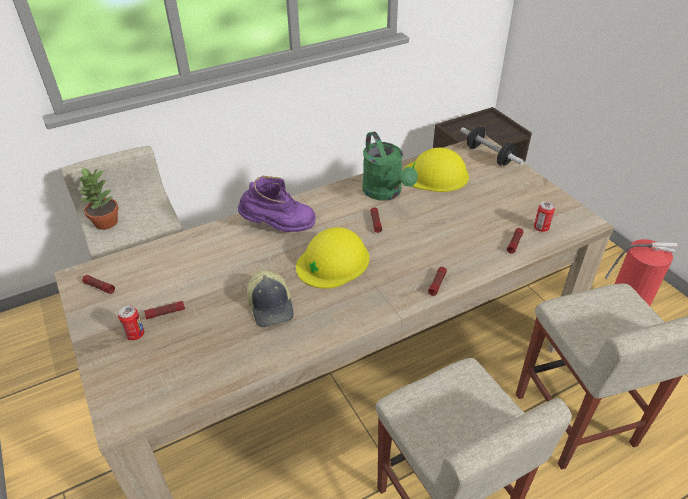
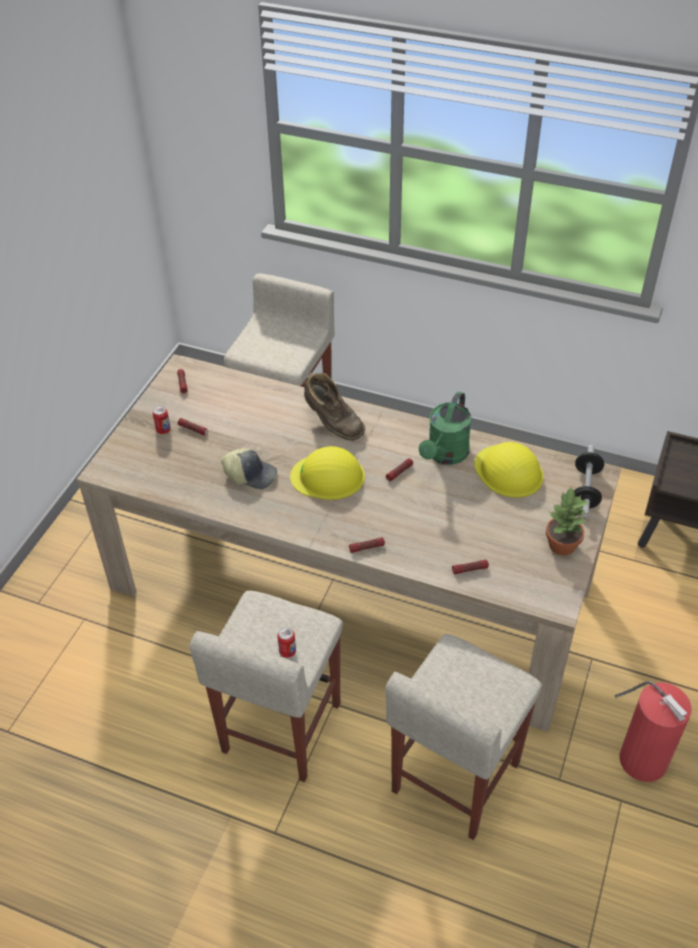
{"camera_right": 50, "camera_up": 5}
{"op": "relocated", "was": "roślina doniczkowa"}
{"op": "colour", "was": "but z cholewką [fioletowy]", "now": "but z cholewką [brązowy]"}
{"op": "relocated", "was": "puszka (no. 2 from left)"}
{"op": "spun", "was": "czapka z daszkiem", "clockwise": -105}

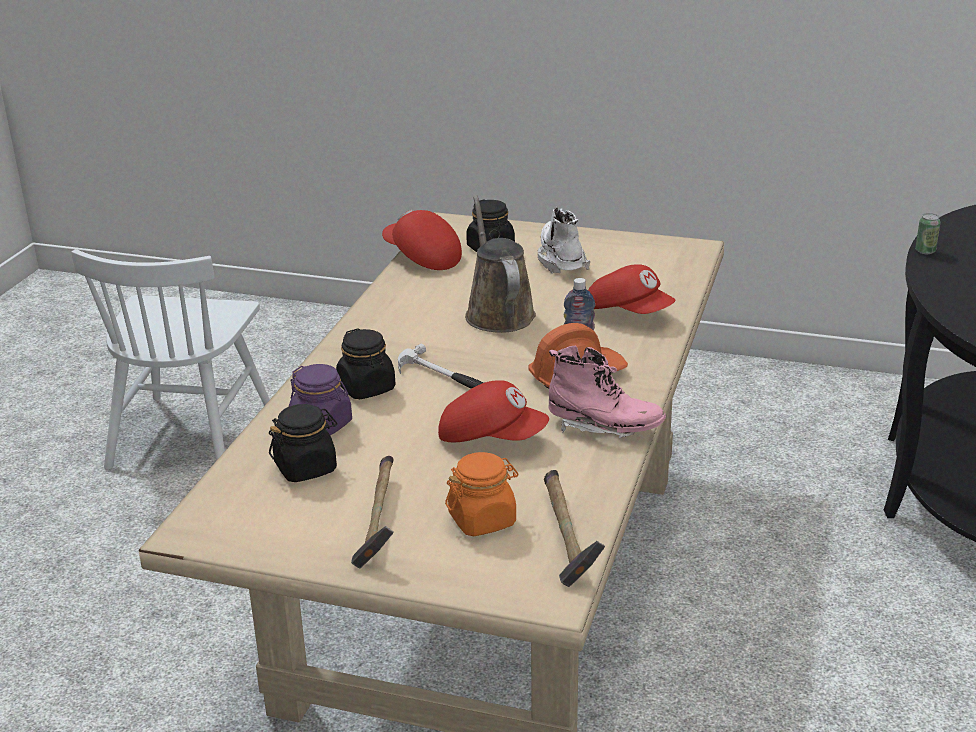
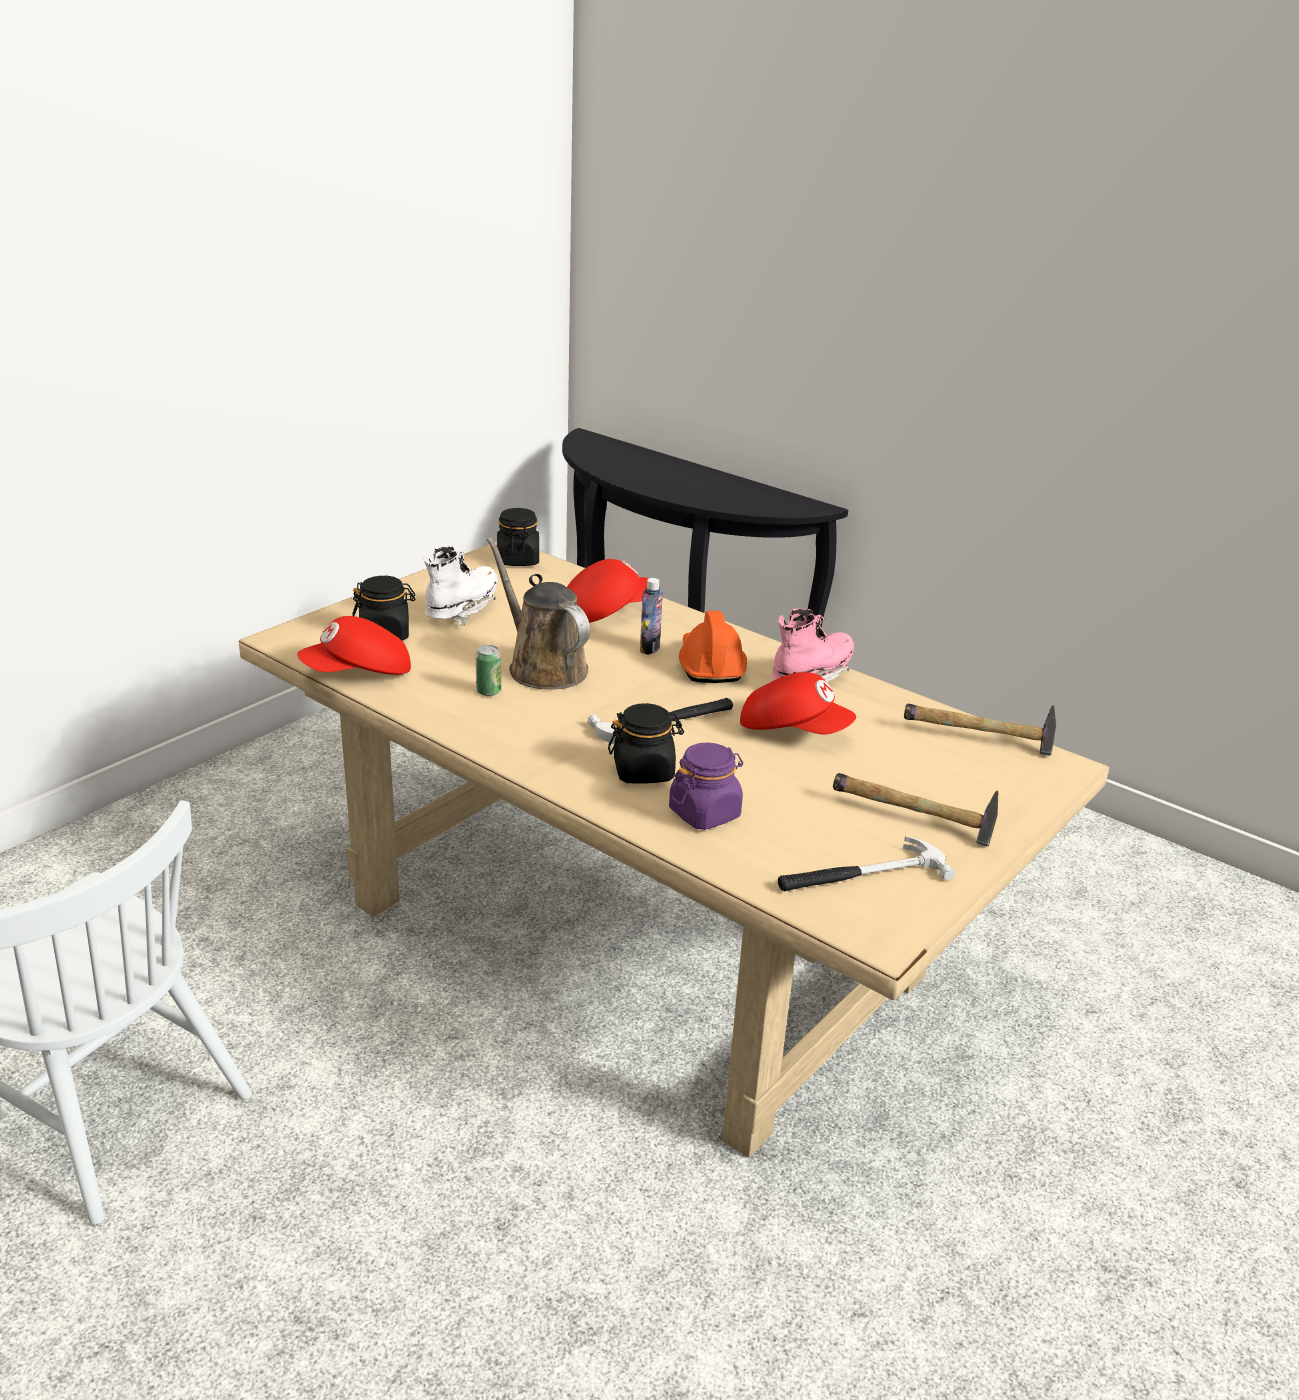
{"camera_right": -70, "camera_up": 0}
{"op": "spun", "was": "konewka [brązowy]", "clockwise": 45}
{"op": "spun", "was": "but z cholewką [biały]", "clockwise": 105}
{"op": "relocated", "was": "puszka"}
{"op": "spun", "was": "czapka z daszkiem [czerwony] (no. 2 from left in the first image)", "clockwise": 75}
{"op": "relocated", "was": "słoik [czarny] (no. 1 from left in the first image)", "now": "słoik [czarny] (no. 2 from left)"}
{"op": "missing", "was": "słoik [pomarańczowy]"}
{"op": "appeared", "now": "młotek (no. 2 from left)"}

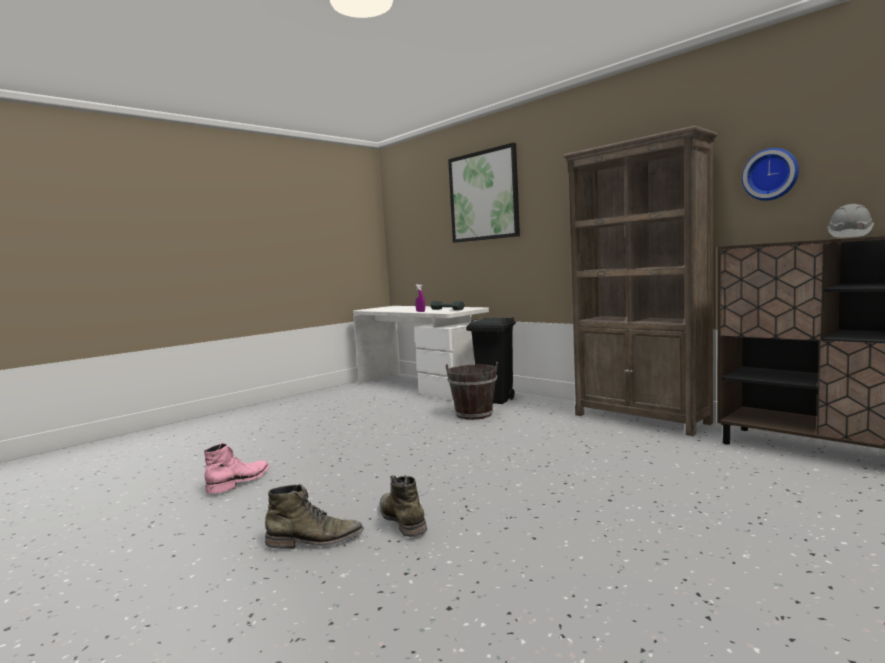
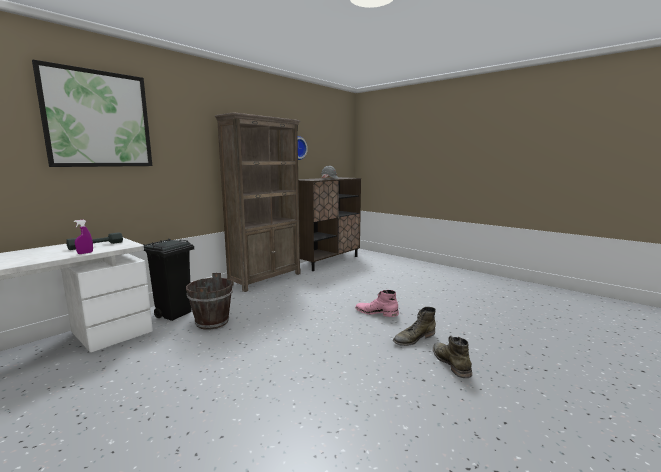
{"camera_right": -95, "camera_up": 5}
{"op": "relocated", "was": "but z cholewką [różowy]"}

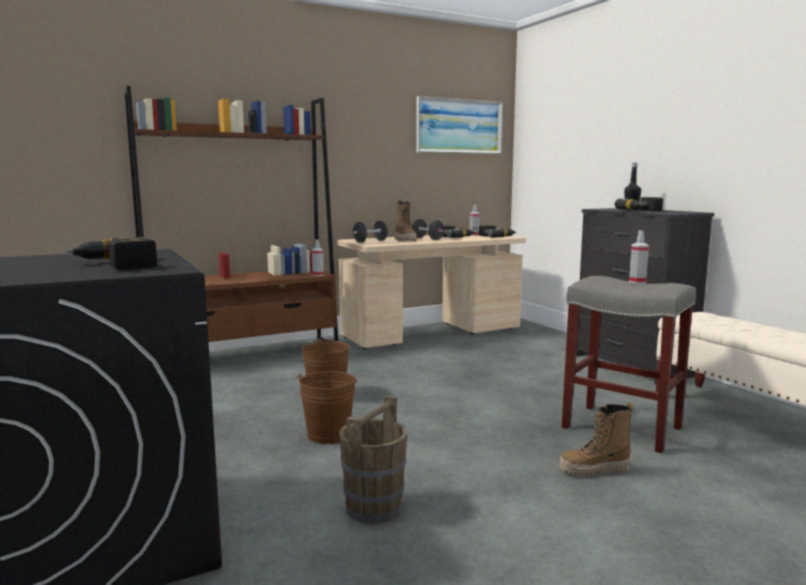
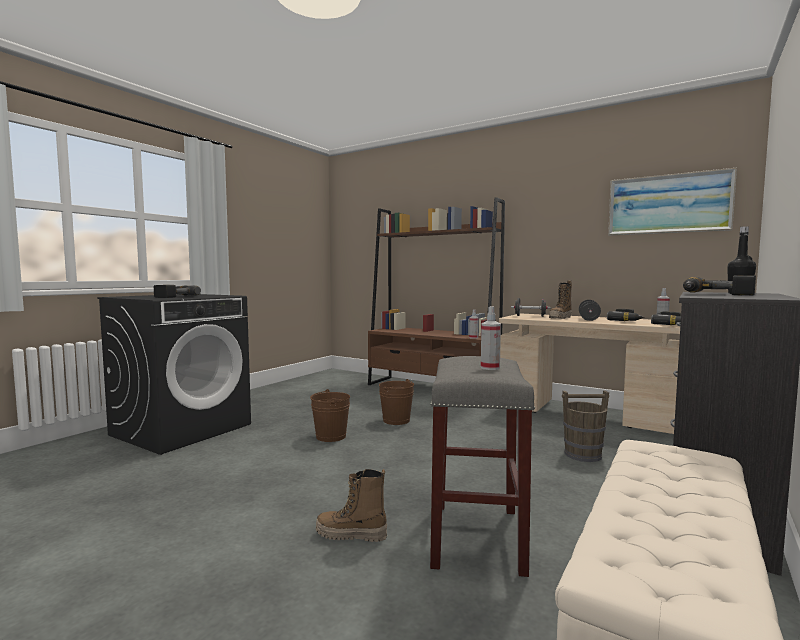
{"camera_right": 60, "camera_up": -5}
{"op": "relocated", "was": "wiadro [brązowy] (no. 3 from left)"}
{"op": "spun", "was": "but z cholewką (no. 2 from left in the first image)", "clockwise": -45}

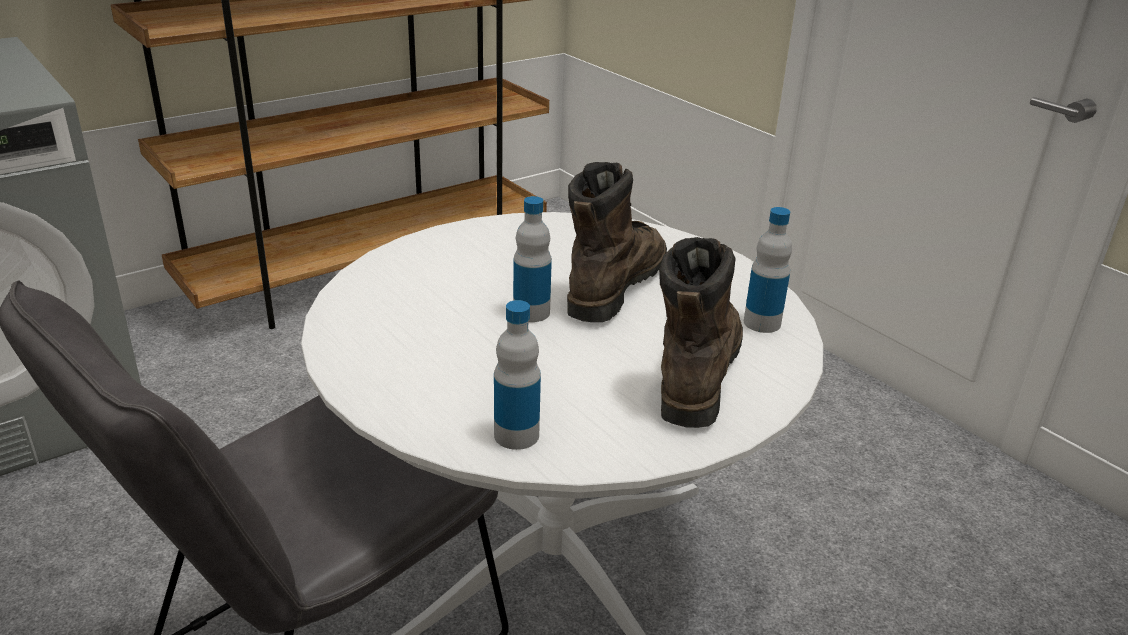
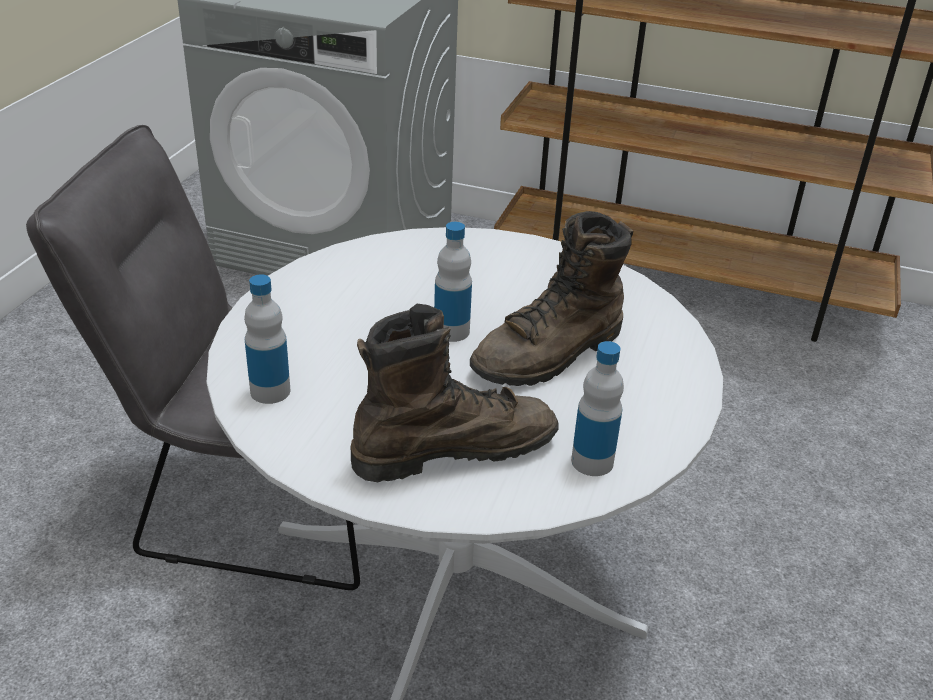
{"camera_right": 55, "camera_up": 5}
{"op": "spun", "was": "but z cholewką [brązowy] (no. 1 from left in the first image)", "clockwise": 150}

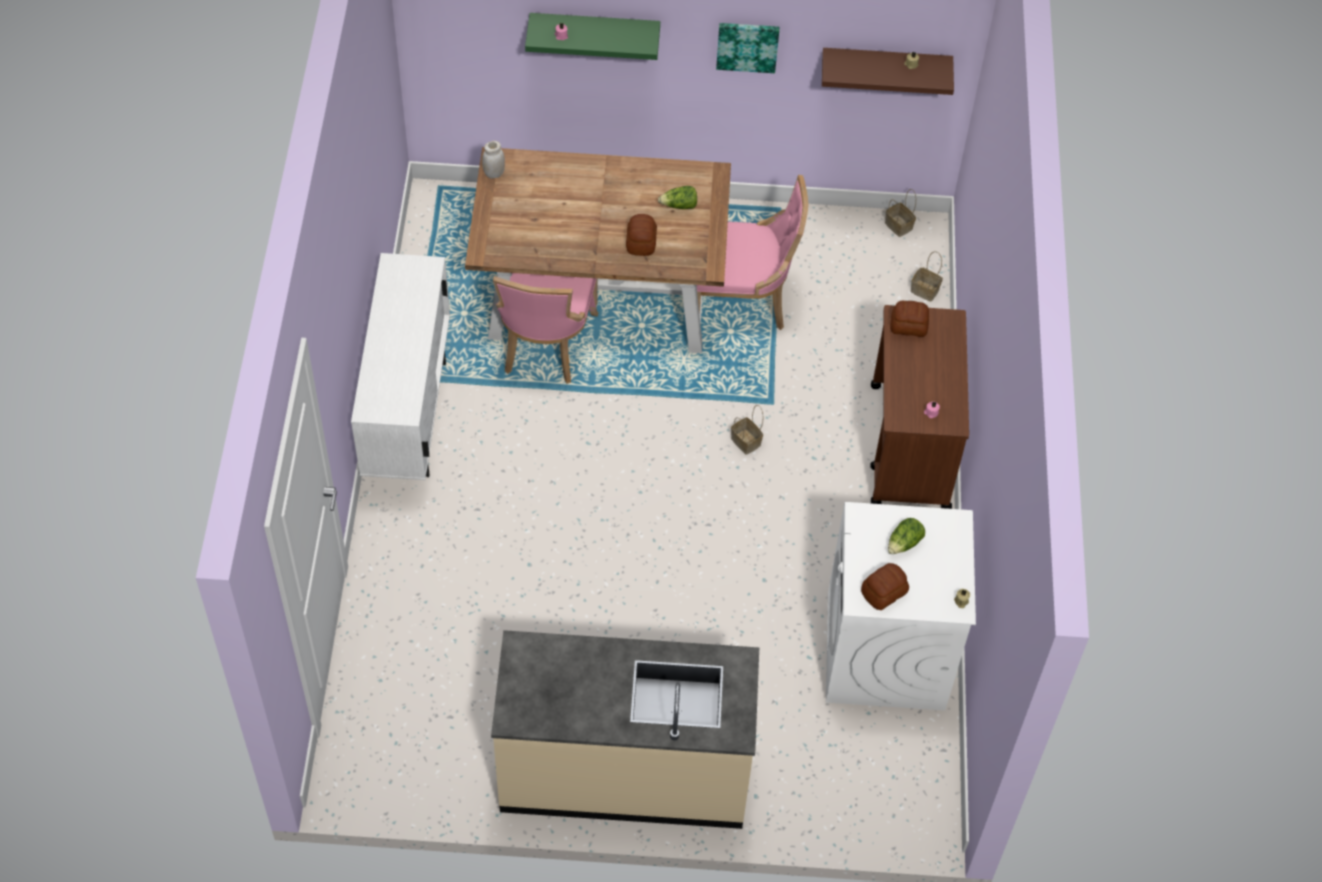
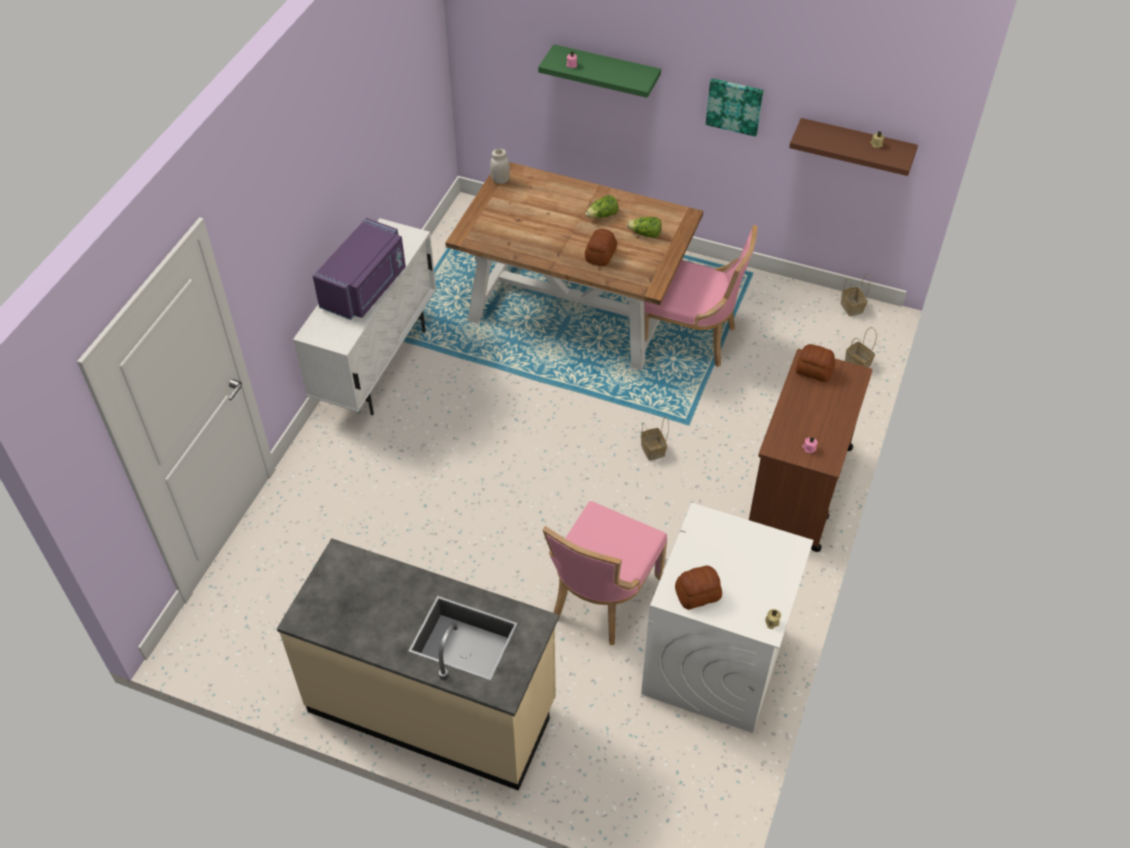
{"camera_right": 20, "camera_up": -5}
{"op": "relocated", "was": "krzesło [różowy] (no. 1 from left)"}
{"op": "relocated", "was": "sałata (no. 2 from left in the first image)", "now": "sałata (no. 1 from left)"}
{"op": "appeared", "now": "mikrofalówka [fioletowy]"}

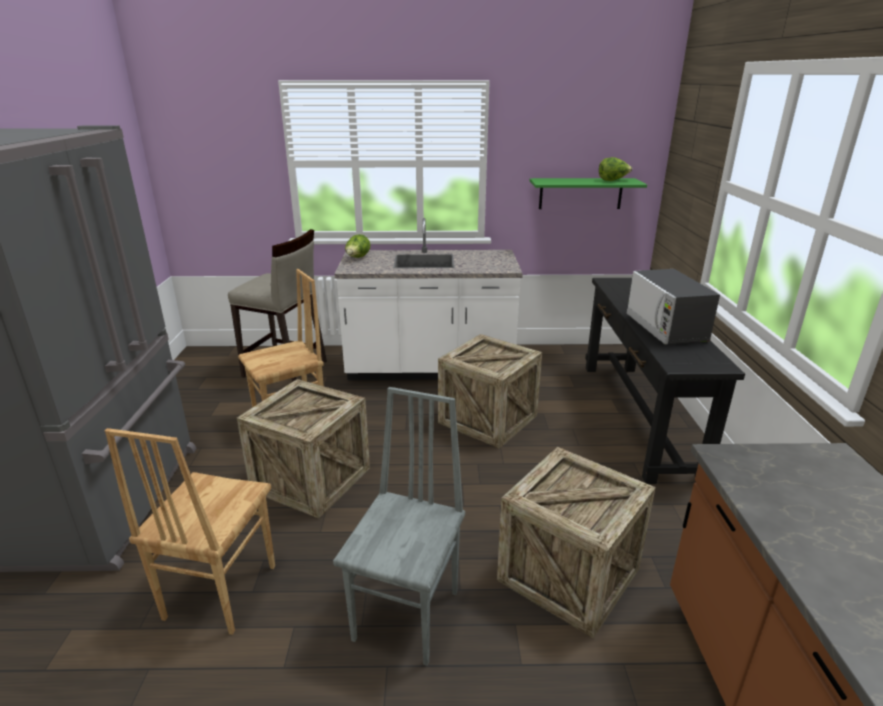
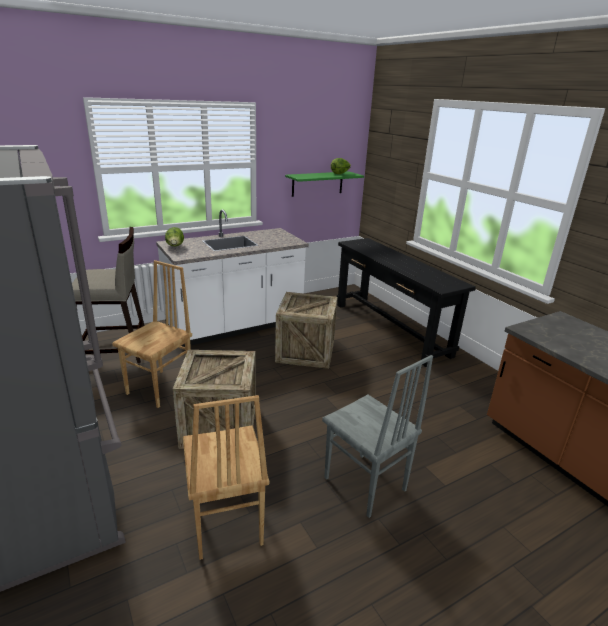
{"camera_right": -30, "camera_up": 0}
{"op": "missing", "was": "mikrofalówka"}
{"op": "spun", "was": "krzesło [szary]", "clockwise": 150}
{"op": "missing", "was": "skrzynka (no. 3 from left)"}

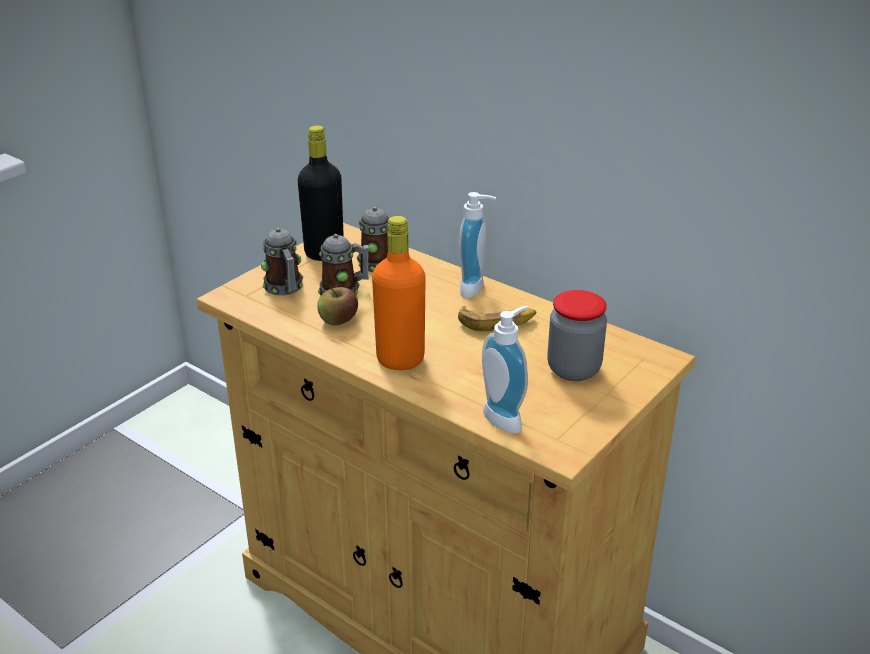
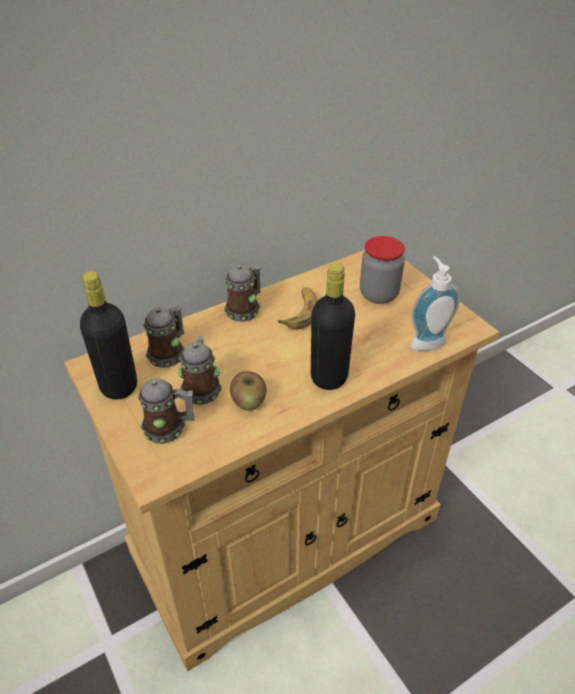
{"camera_right": -70, "camera_up": 10}
{"op": "exchanged", "was": "dozownik mydła (no. 1 from left)", "now": "kubek (no. 4 from left)"}
{"op": "colour", "was": "butelka [pomarańczowy]", "now": "butelka [czarny] (no. 2 from left)"}

